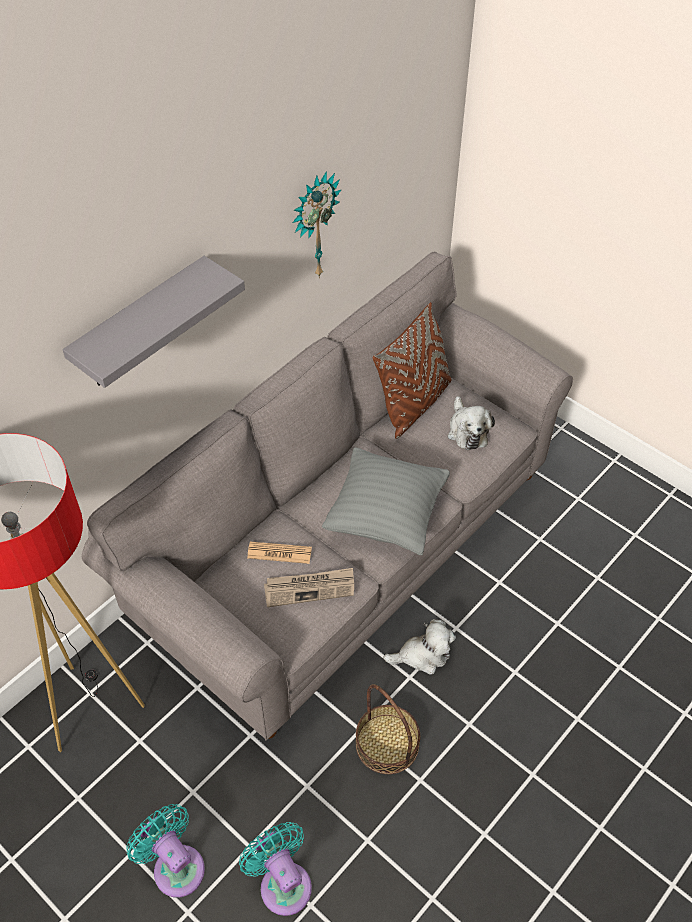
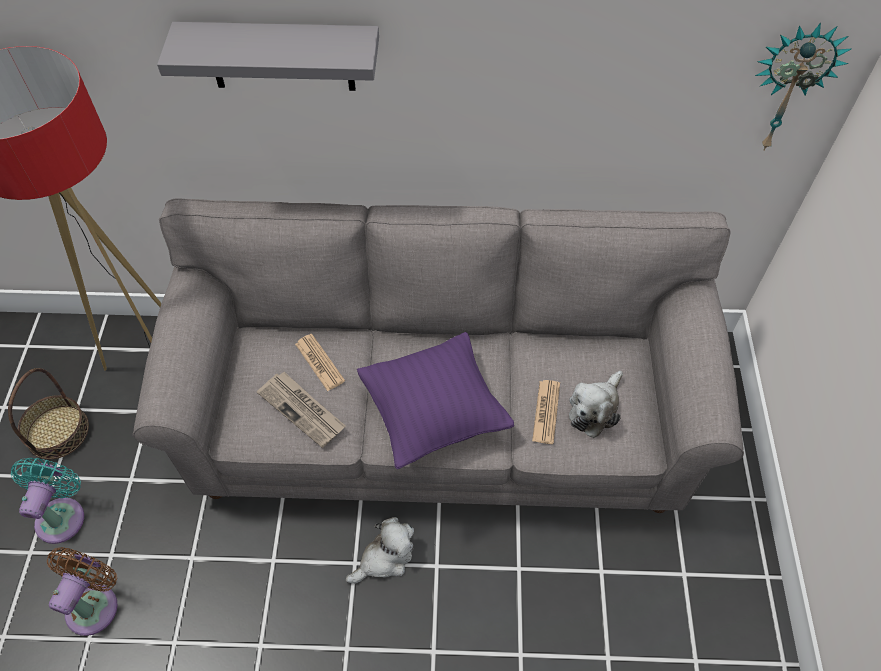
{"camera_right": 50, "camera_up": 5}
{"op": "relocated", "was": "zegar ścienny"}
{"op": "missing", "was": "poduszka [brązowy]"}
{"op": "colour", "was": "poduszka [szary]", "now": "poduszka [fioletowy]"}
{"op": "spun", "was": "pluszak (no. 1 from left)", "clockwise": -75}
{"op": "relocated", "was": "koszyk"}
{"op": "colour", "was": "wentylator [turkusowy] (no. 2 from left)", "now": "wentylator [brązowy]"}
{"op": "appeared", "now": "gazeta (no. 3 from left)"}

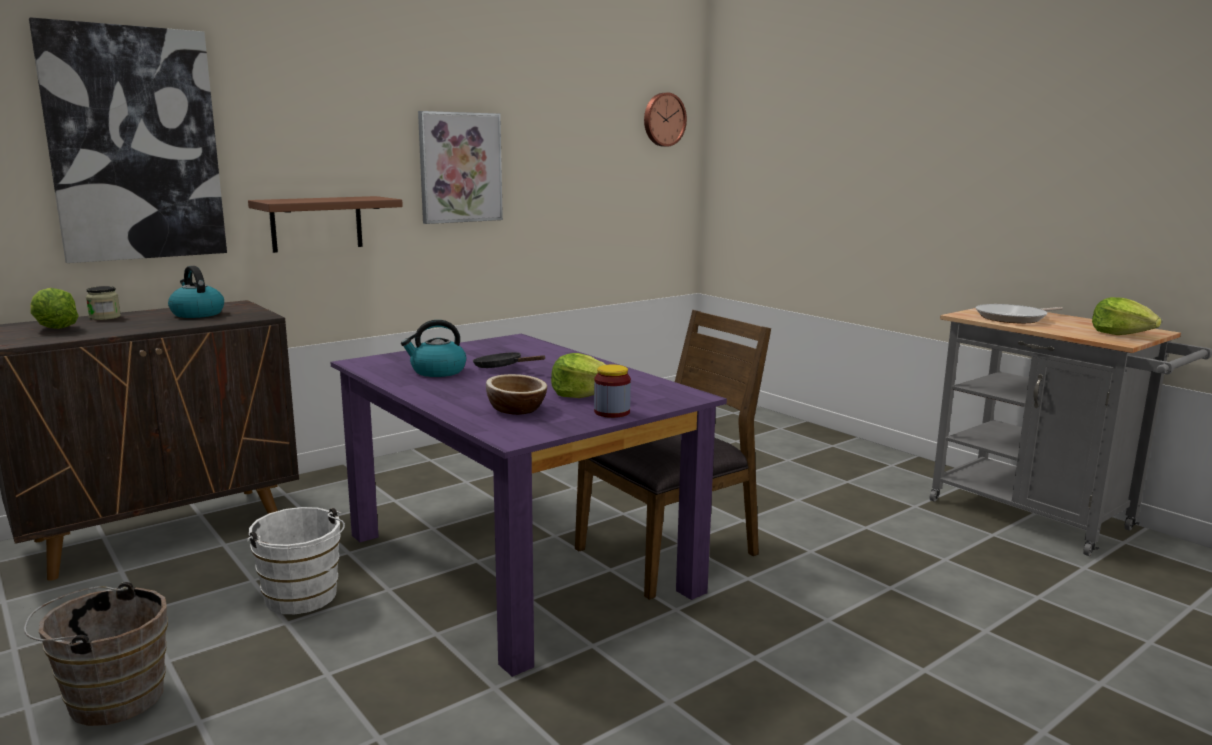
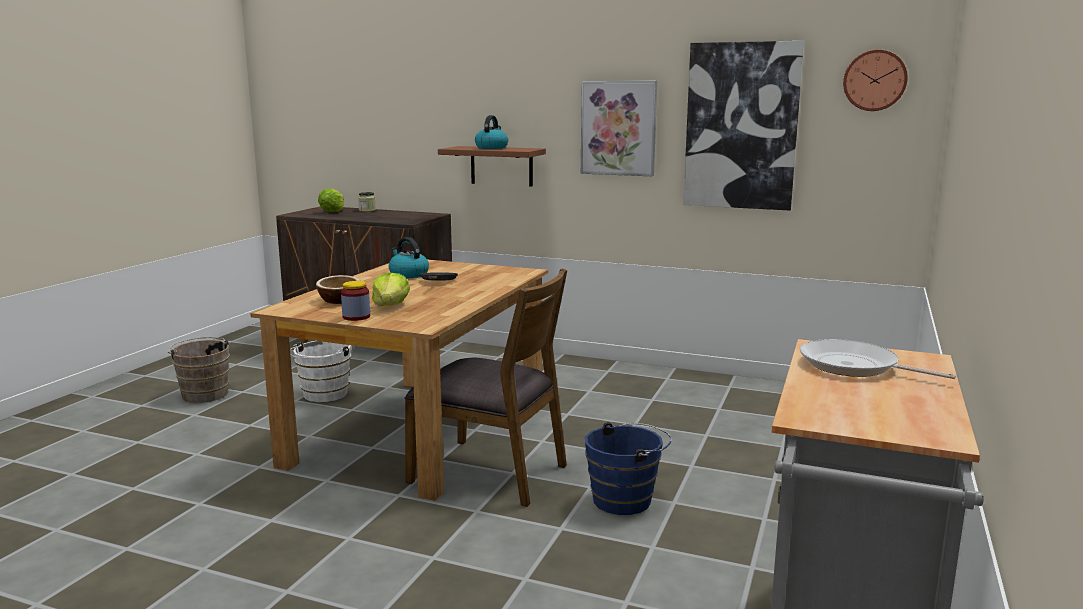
{"camera_right": 60, "camera_up": 0}
{"op": "relocated", "was": "obraz (no. 1 from left in the first image)", "now": "obraz (no. 2 from left)"}
{"op": "relocated", "was": "czajnik (no. 1 from left in the first image)", "now": "czajnik (no. 2 from left)"}
{"op": "missing", "was": "sałata (no. 3 from left)"}
{"op": "colour", "was": "stół jadalny [fioletowy]", "now": "stół jadalny [brązowy]"}
{"op": "appeared", "now": "wiadro [niebieski]"}

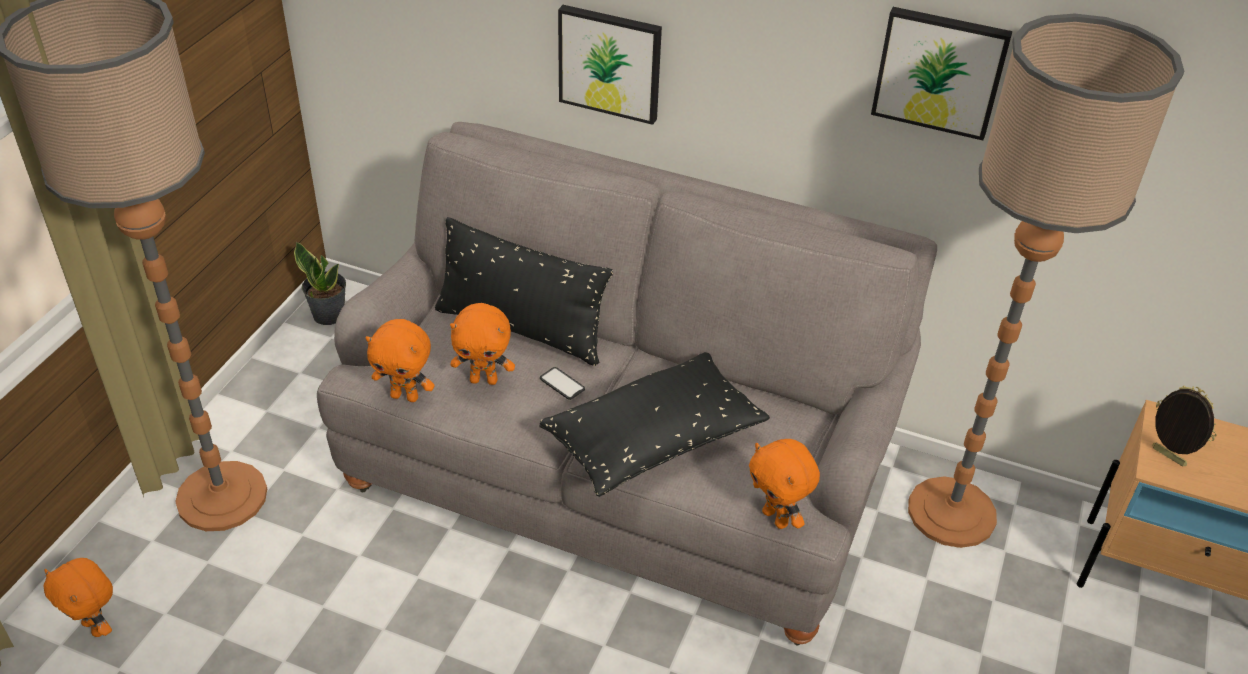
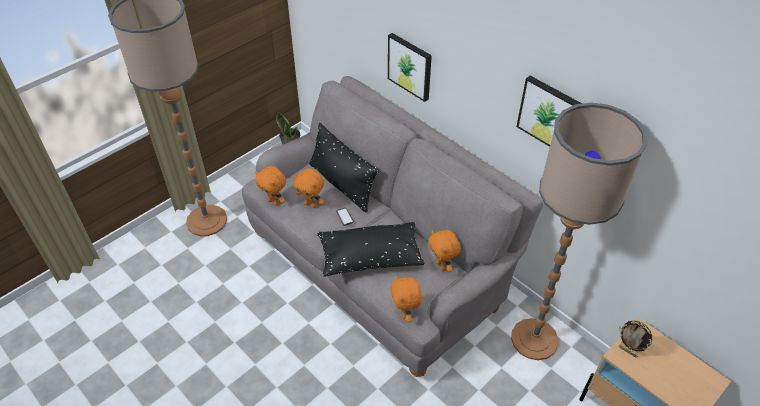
{"camera_right": 25, "camera_up": 5}
{"op": "spun", "was": "ramka na zdjęcie", "clockwise": 150}
{"op": "relocated", "was": "pluszak [pomarańczowy] (no. 1 from left in the first image)", "now": "pluszak [pomarańczowy] (no. 4 from left)"}

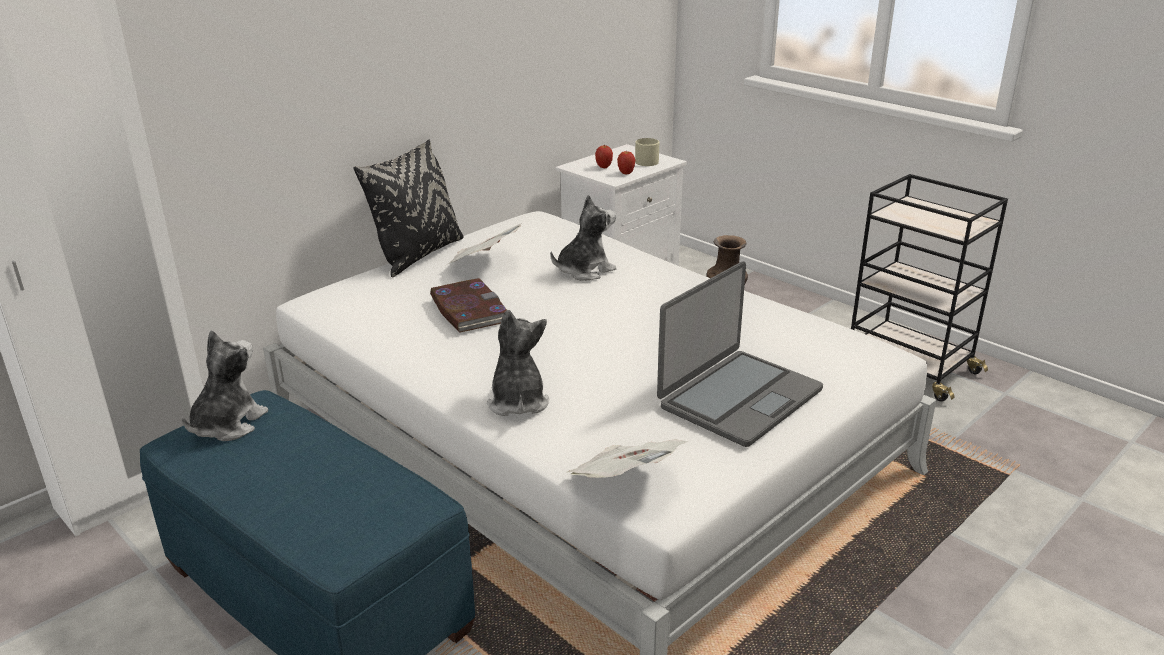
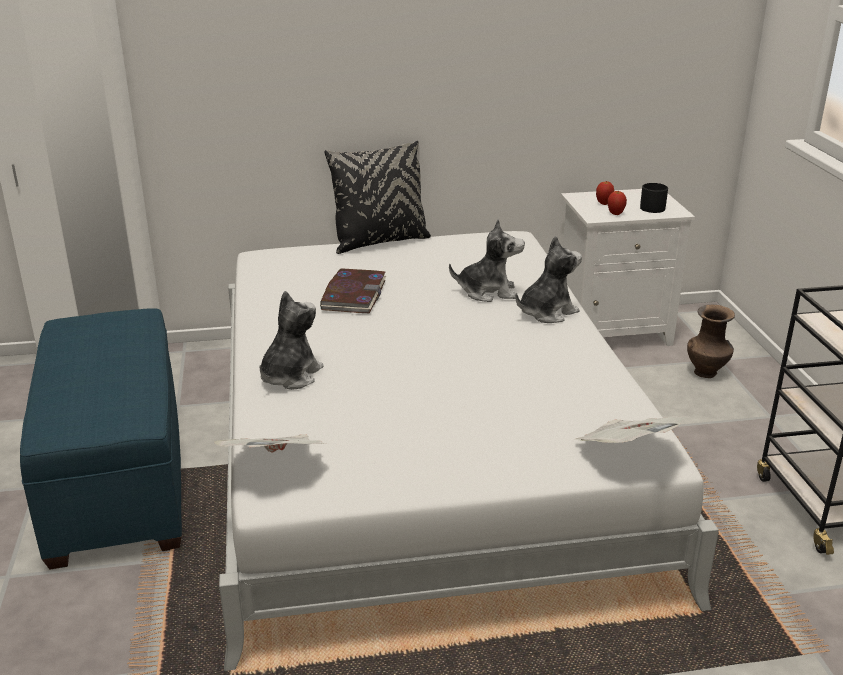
{"camera_right": 35, "camera_up": 0}
{"op": "colour", "was": "kubek [beżowy]", "now": "kubek [czarny]"}
{"op": "relocated", "was": "gazeta (no. 1 from left in the first image)", "now": "gazeta (no. 2 from left)"}
{"op": "missing", "was": "laptop"}
{"op": "relocated", "was": "pluszak (no. 1 from left in the first image)", "now": "pluszak (no. 3 from left)"}

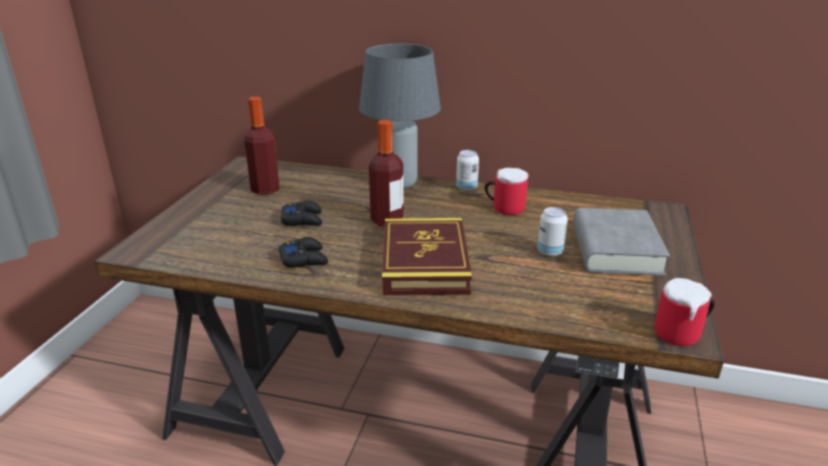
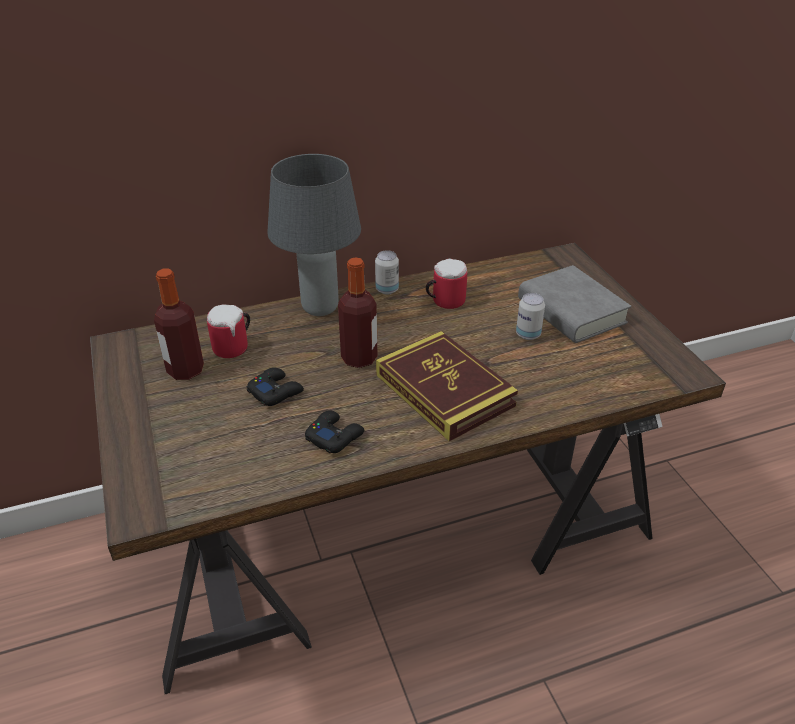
{"camera_right": -35, "camera_up": 10}
{"op": "relocated", "was": "kubek (no. 2 from left in the first image)", "now": "kubek (no. 1 from left)"}

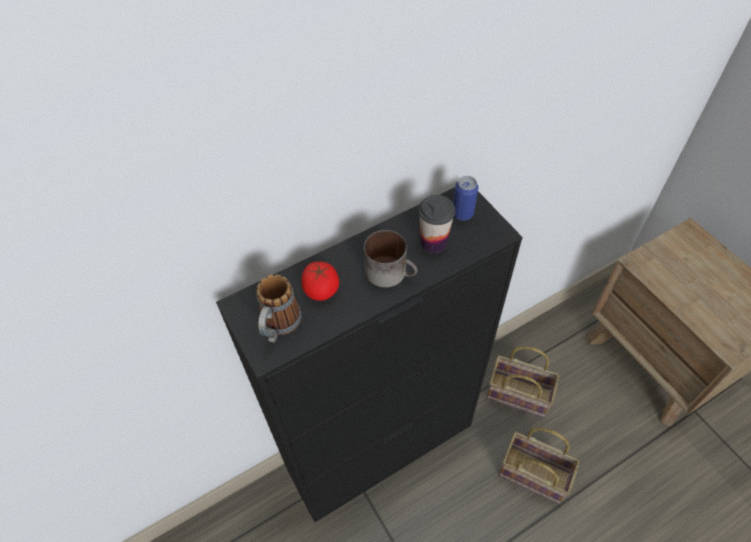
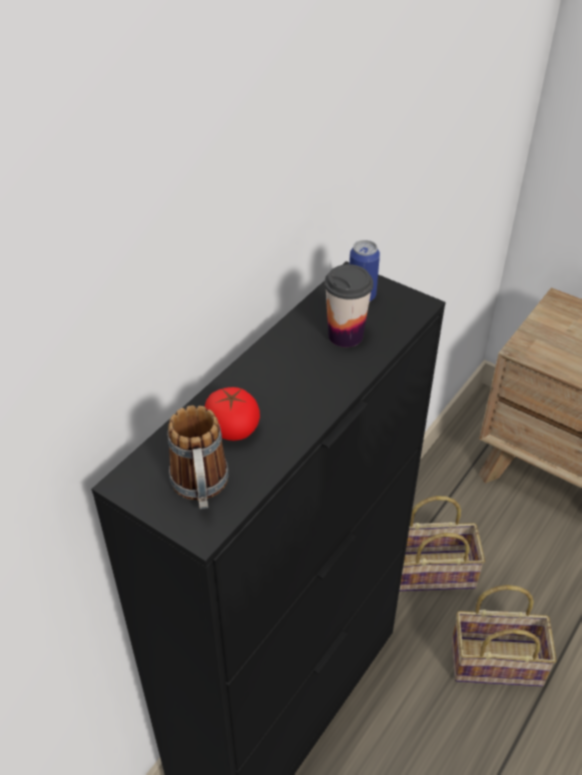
{"camera_right": -25, "camera_up": -10}
{"op": "missing", "was": "kubek (no. 2 from left)"}

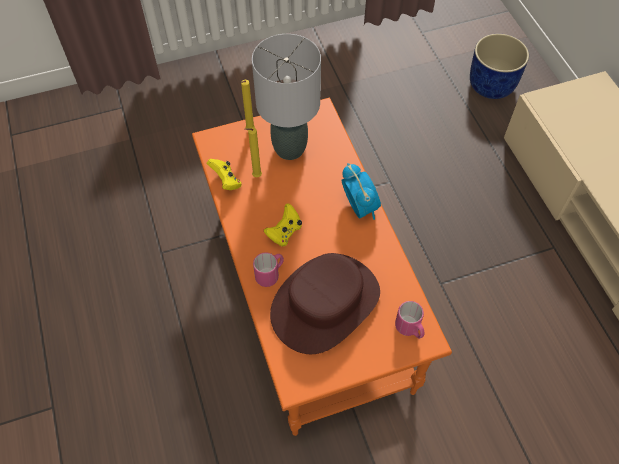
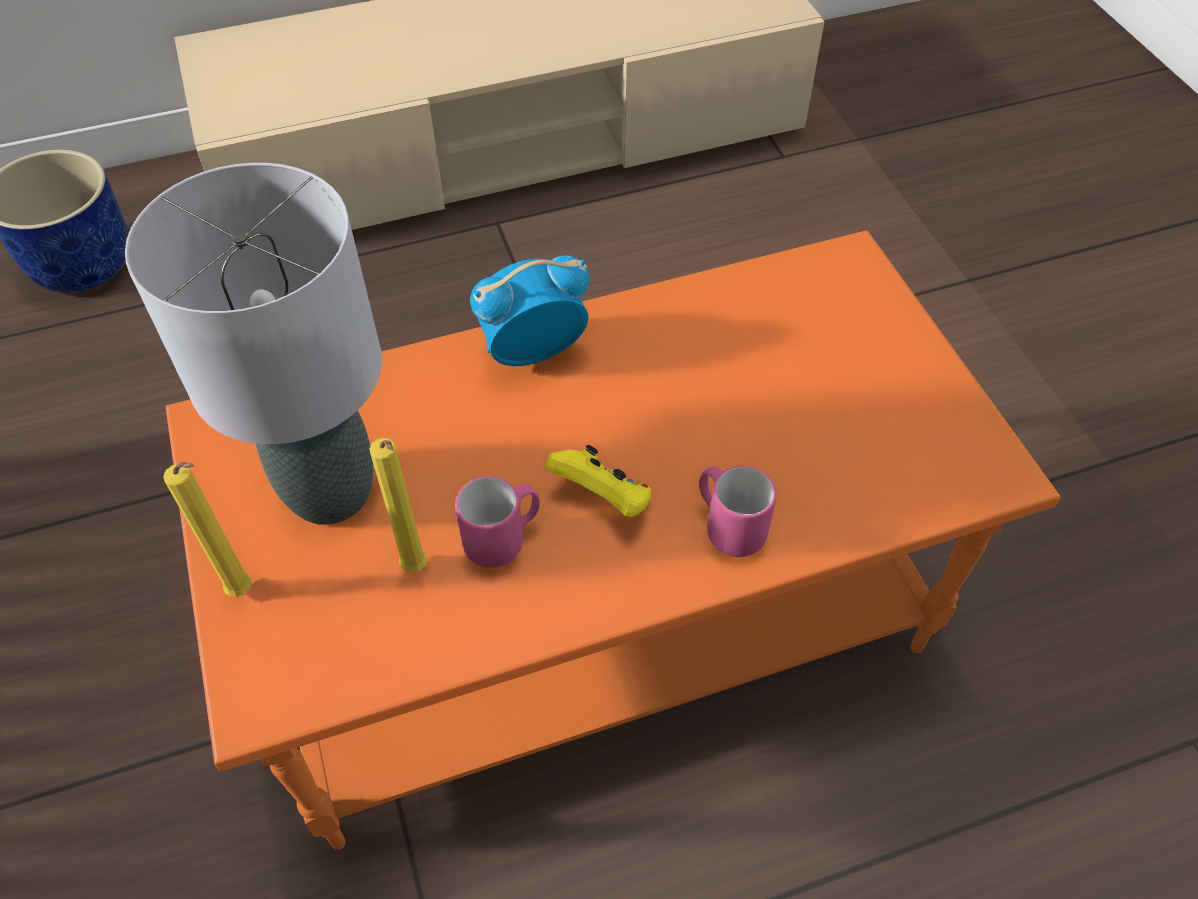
{"camera_right": -90, "camera_up": -5}
{"op": "missing", "was": "pad do gier [żółty] (no. 1 from left)"}
{"op": "missing", "was": "kapelusz [brązowy]"}
{"op": "relocated", "was": "kubek [różowy] (no. 2 from left in the first image)", "now": "kubek [różowy] (no. 1 from left)"}

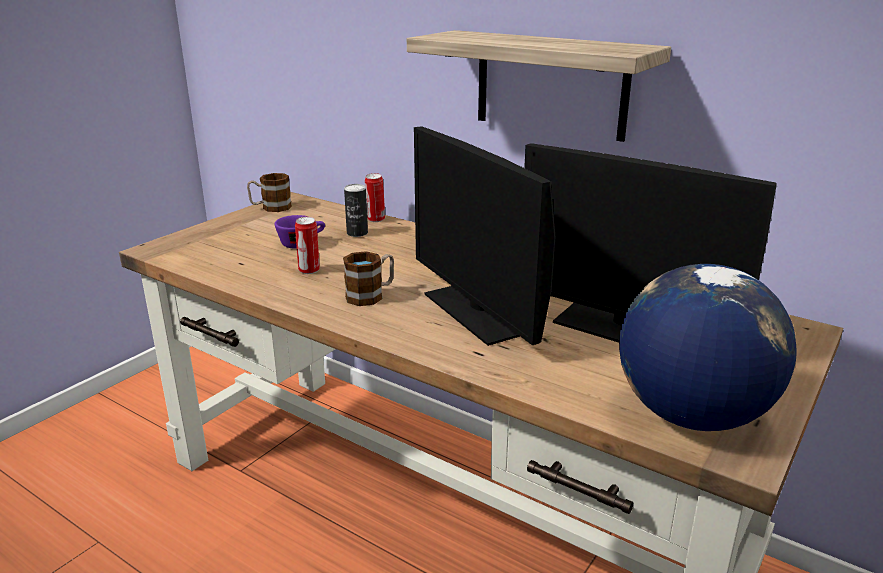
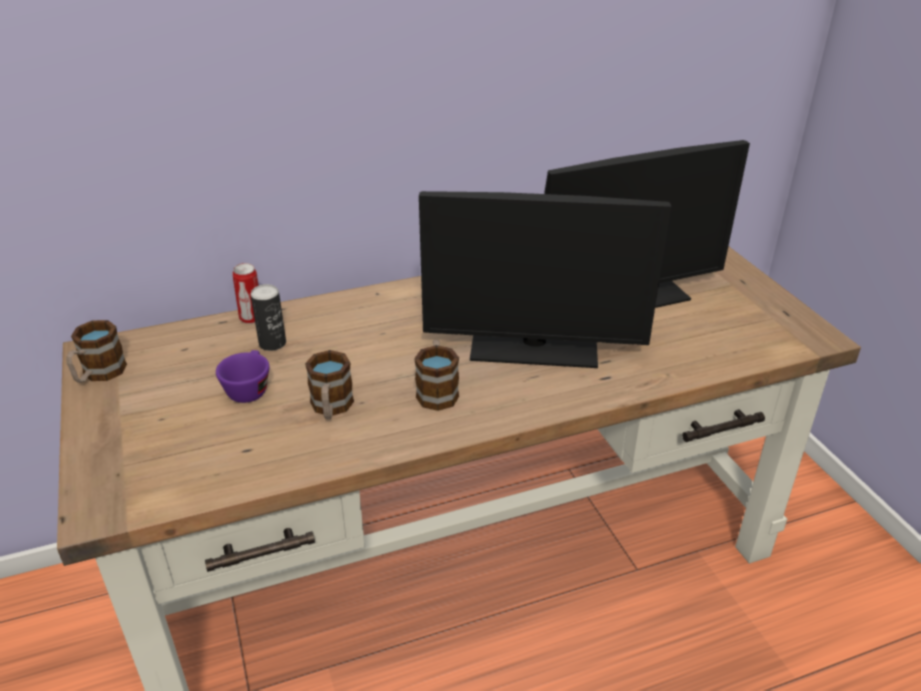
{"camera_right": -55, "camera_up": 10}
{"op": "missing", "was": "półka"}
{"op": "exchanged", "was": "puszka (no. 1 from left)", "now": "kubek (no. 2 from left)"}
{"op": "missing", "was": "globus"}

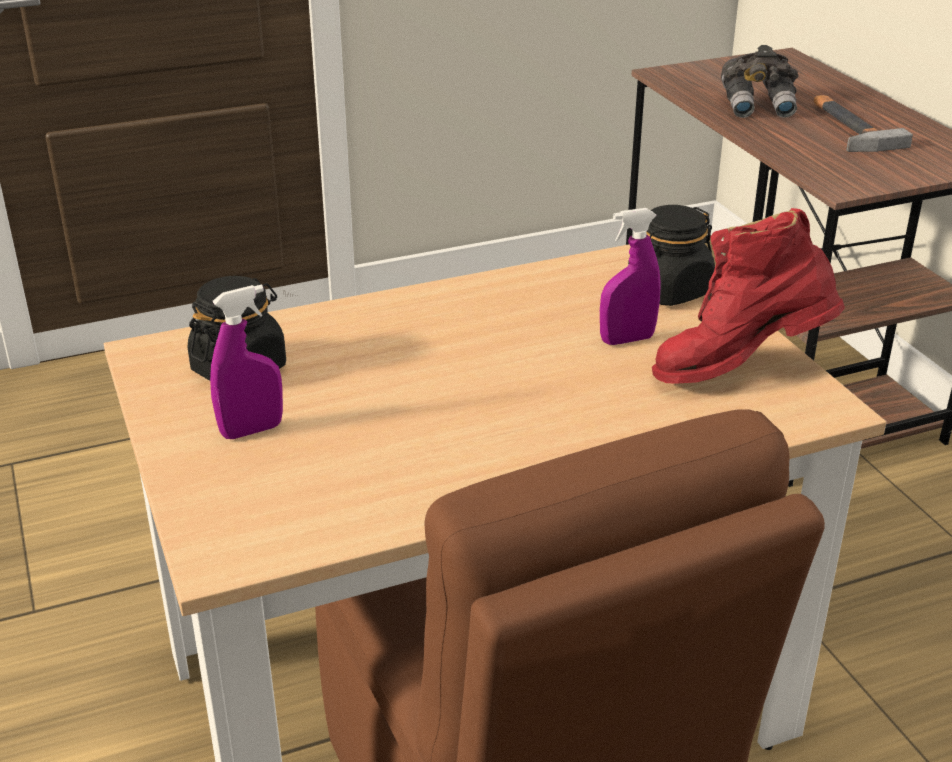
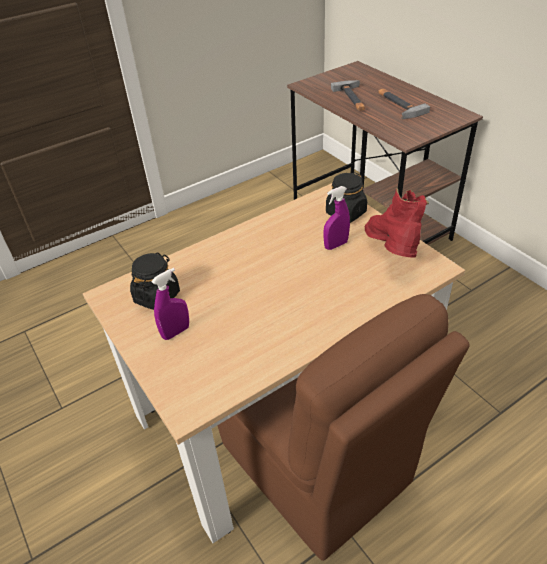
{"camera_right": -10, "camera_up": 10}
{"op": "exchanged", "was": "lornetka [szary]", "now": "młotek (no. 1 from left)"}
{"op": "spun", "was": "but z cholewką [czerwony]", "clockwise": 105}

